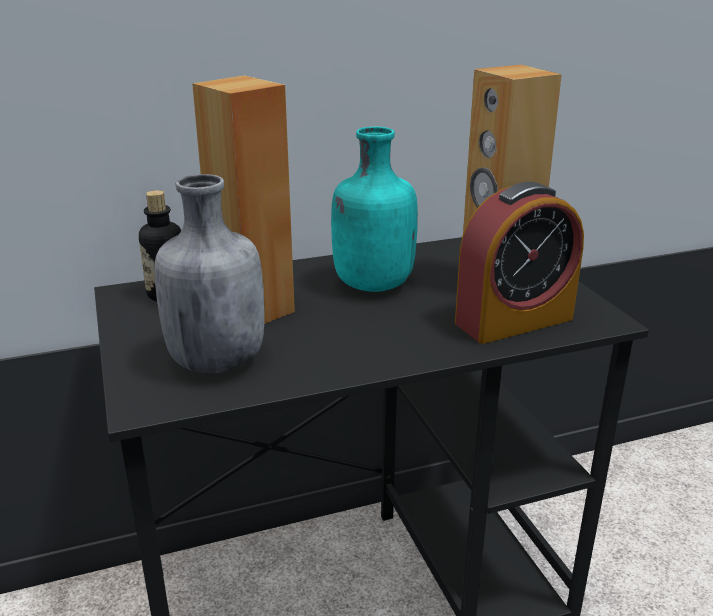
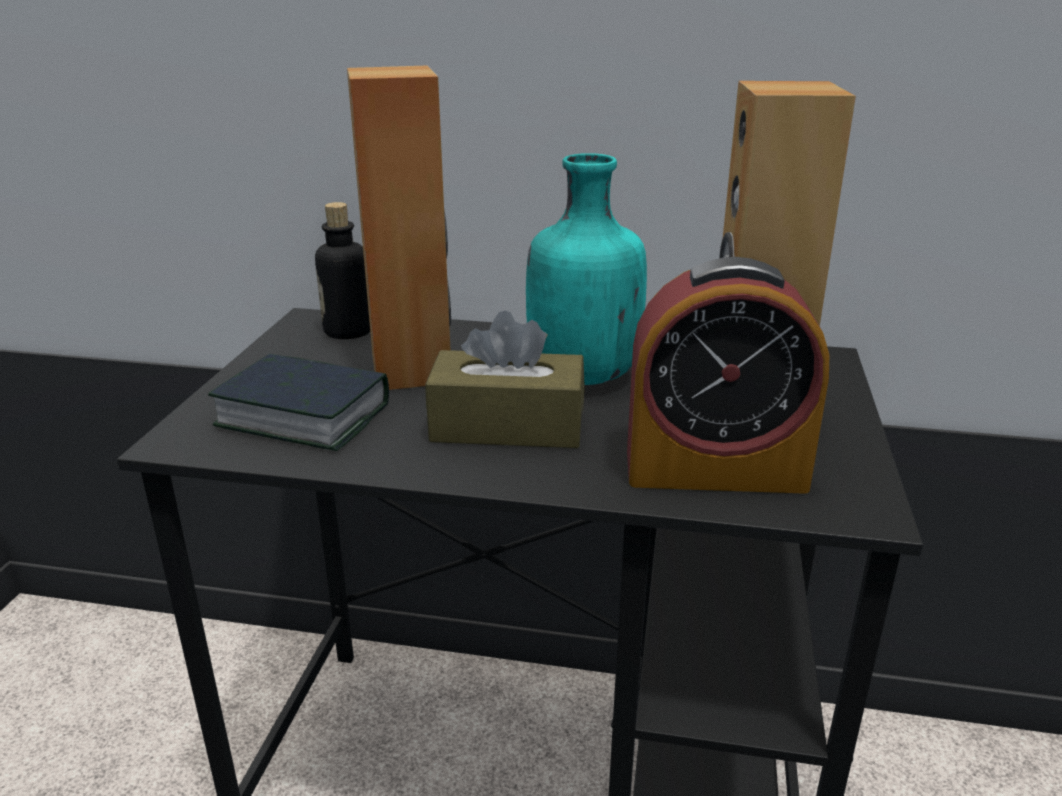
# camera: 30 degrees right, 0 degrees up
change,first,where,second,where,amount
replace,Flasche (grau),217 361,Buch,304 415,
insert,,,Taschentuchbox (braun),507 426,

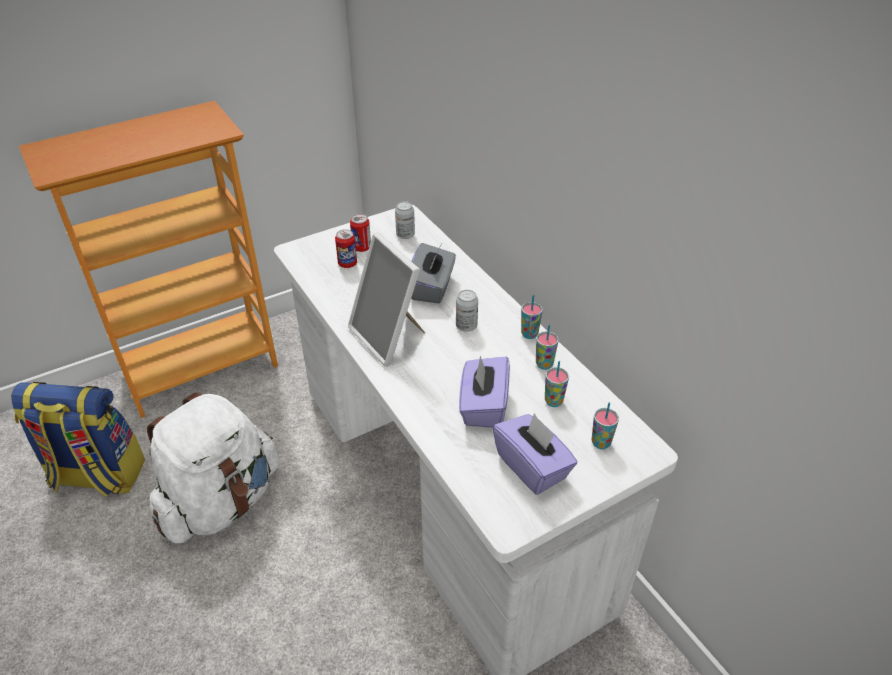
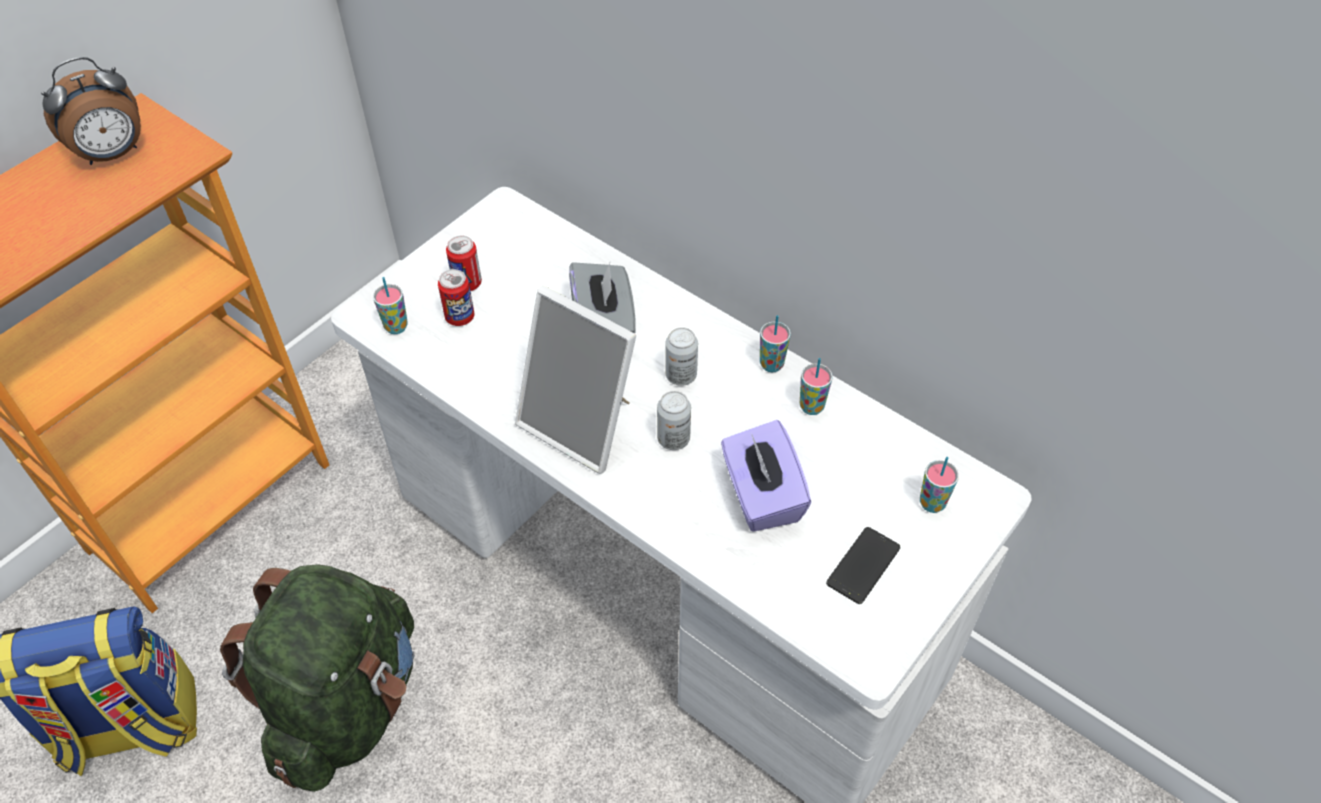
# camera: 20 degrees left, 10 degrees up
change,first,where,second,where,amount
recolor,Rucksack (weiß),221 502,Rucksack (grün),347 704,
move,Dose,405 235,,673 439,
replace,Taschentuchbox (lila),532 467,Handy,863 565,
move,Tasse,553 401,,396 327,
insert,,,Wecker,112 154,

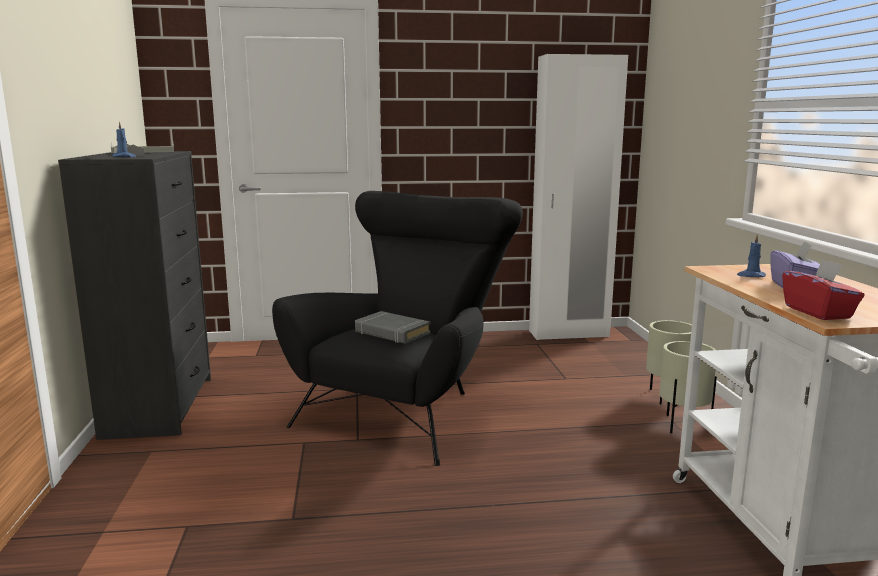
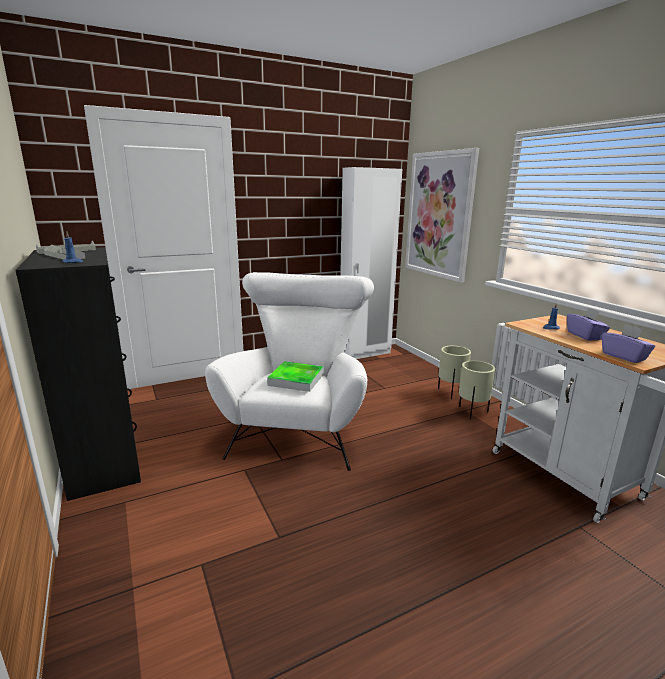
# camera: 20 degrees left, 5 degrees up
change,first,where,second,where,amount
recolor,Sessel (schwarz),405 408,Sessel (weiß),298 428,
replace,Buch (grau),392 333,Tablett,296 379,
recolor,Taschentuchbox (rot),818 312,Taschentuchbox (lila),624 356,
insert,,,Bild,439 215,

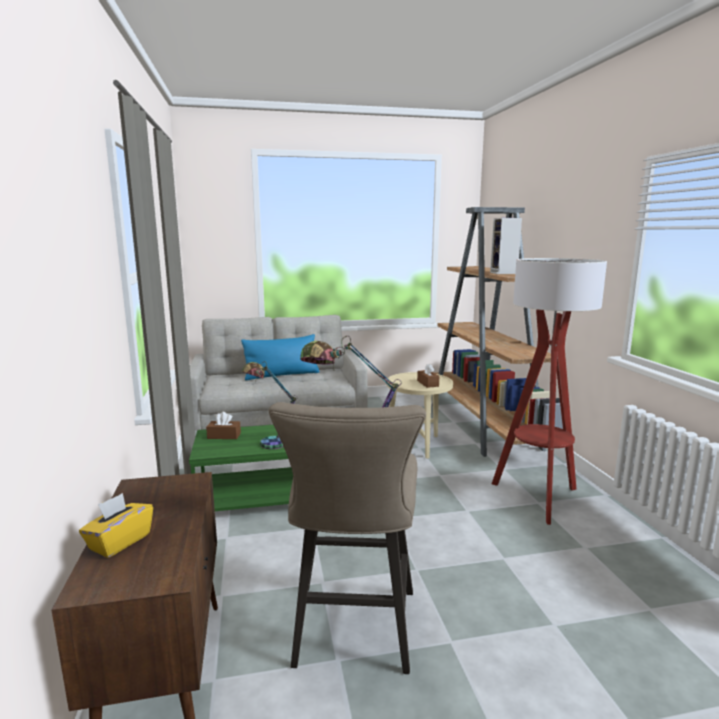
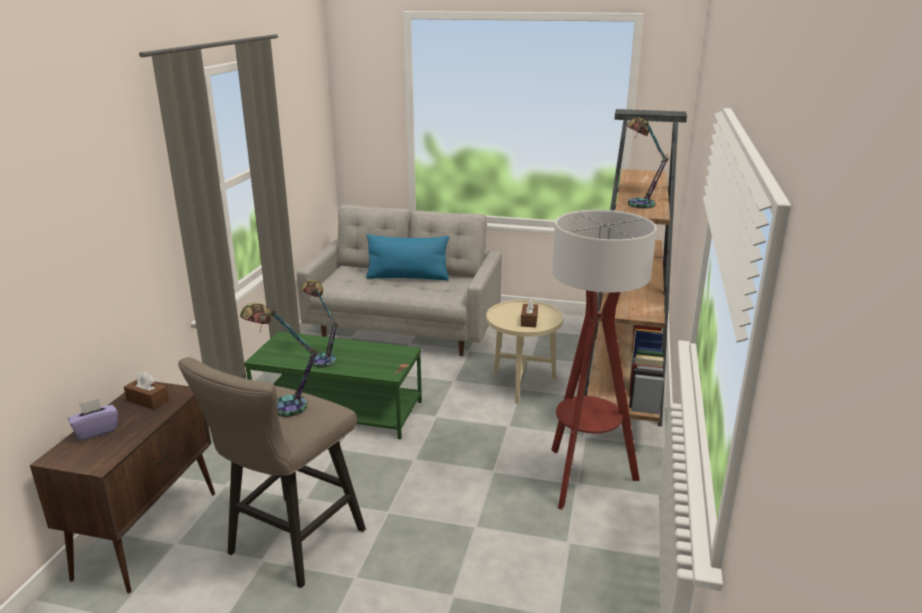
# camera: 25 degrees right, 10 degrees up
change,first,where,second,where,amount
recolor,Taschentuchbox (gelb),119 542,Taschentuchbox (lila),96 430,
move,Taschentuchbox (braun),224 436,,147 400,
replace,Lautsprecher,504 273,Tischlampe,639 202,

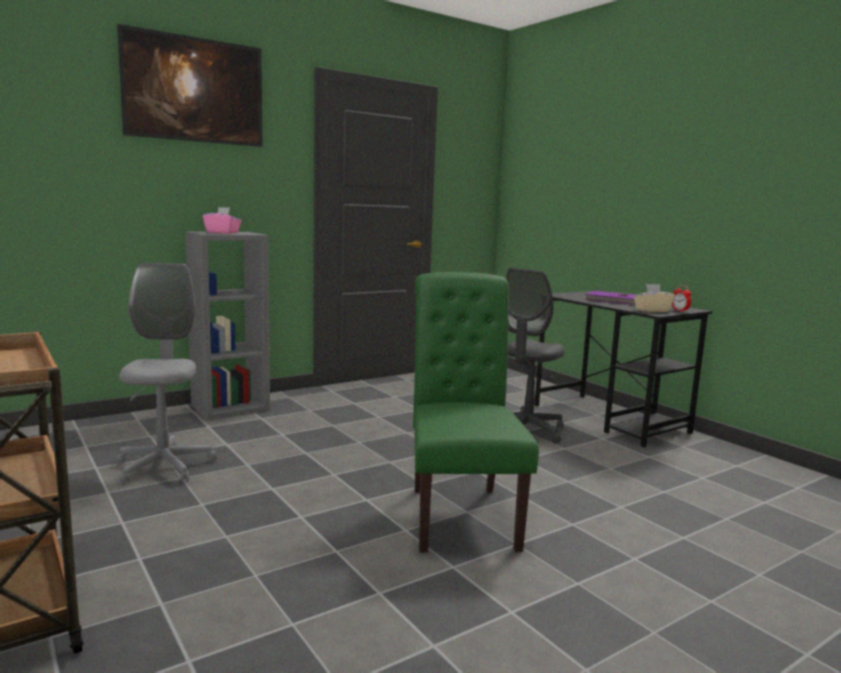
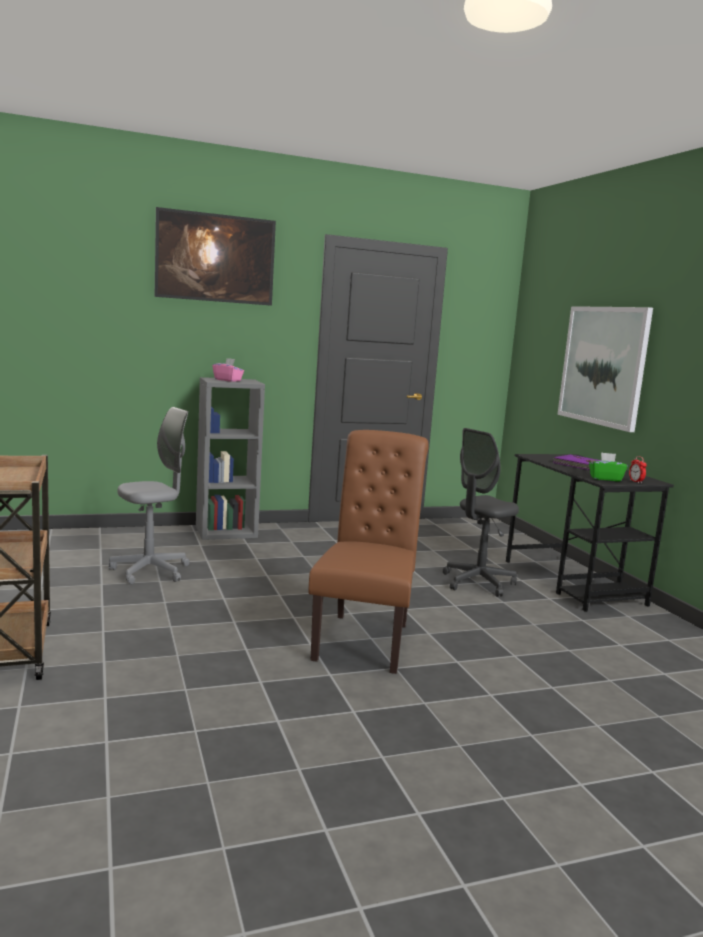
# camera: 15 degrees right, 0 degrees up
change,first,where,second,where,amount
rotate,Bürostuhl (grau),164 467,,150 571,45 degrees clockwise
recolor,Stuhl (grün),460 513,Stuhl (braun),364 638,
recolor,Taschentuchbox (beige),651 310,Taschentuchbox (grün),605 479,
insert,,,Bild,603 365,

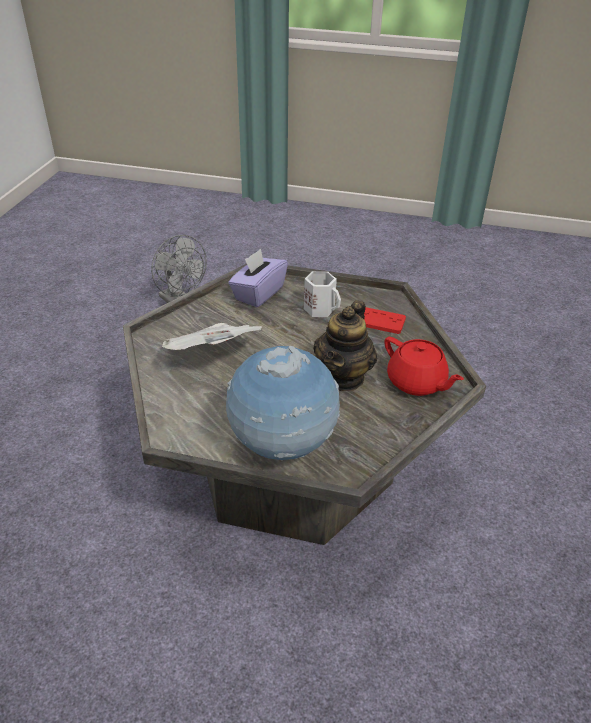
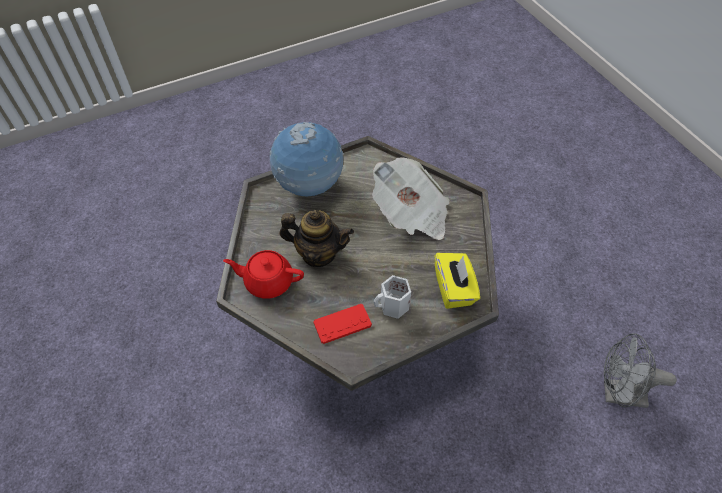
# camera: 140 degrees right, 15 degrees up
change,first,where,second,where,amount
recolor,Taschentuchbox (lila),258 293,Taschentuchbox (gelb),454 289,
rotate,Teekanne,344 377,,318 253,120 degrees clockwise

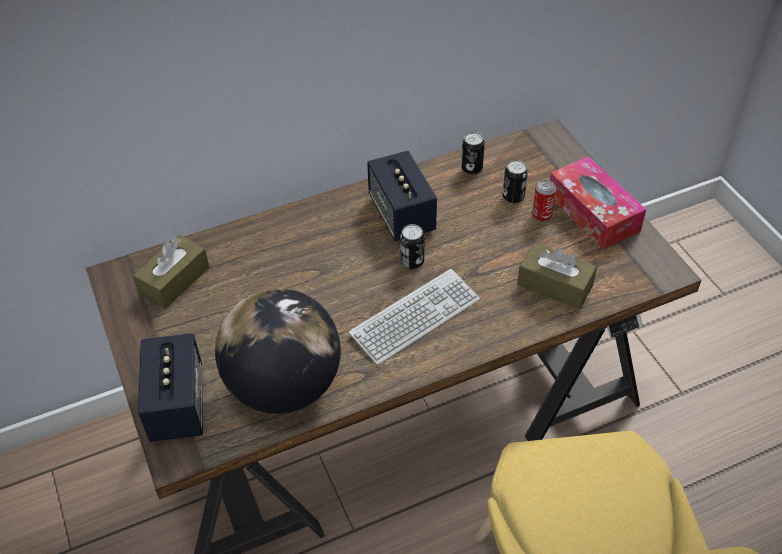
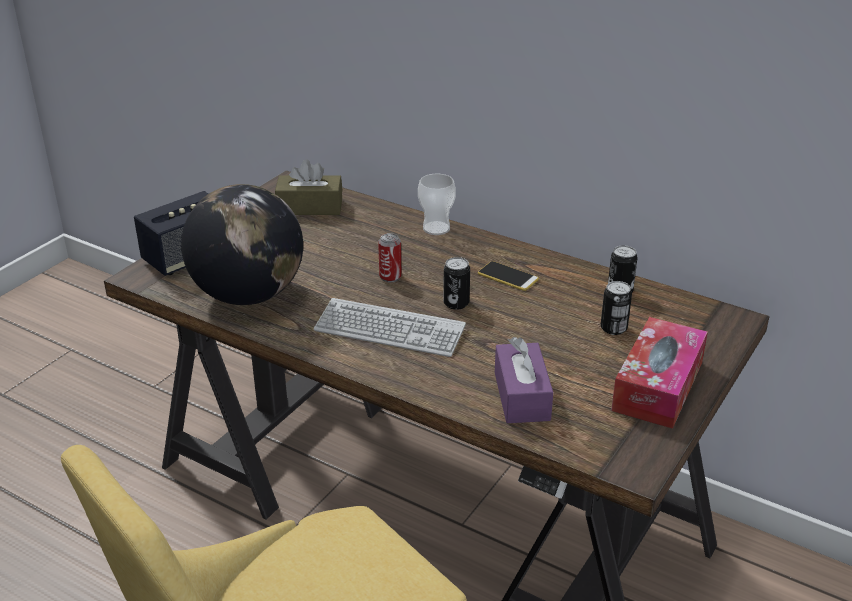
# camera: 55 degrees right, 15 degrees down
change,first,where,second,where,amount
replace,Lautsprecher,401 214,Handy,508 276,
recolor,Taschentuchbox (braun),555 285,Taschentuchbox (lila),521 396,
move,Dose,541 215,,390 277,
insert,,,Tasse,436 228,

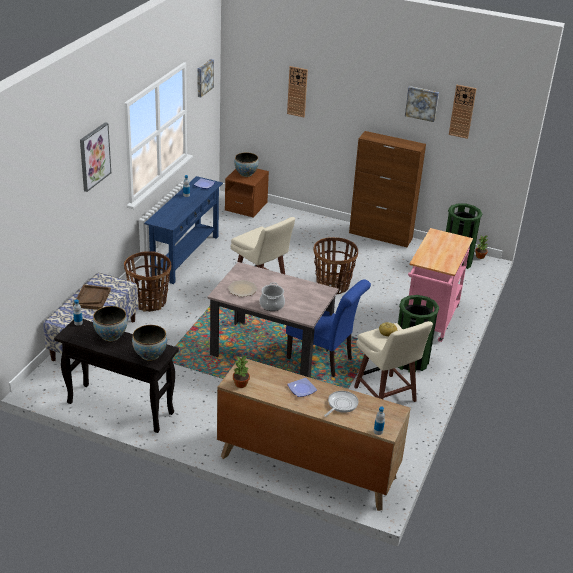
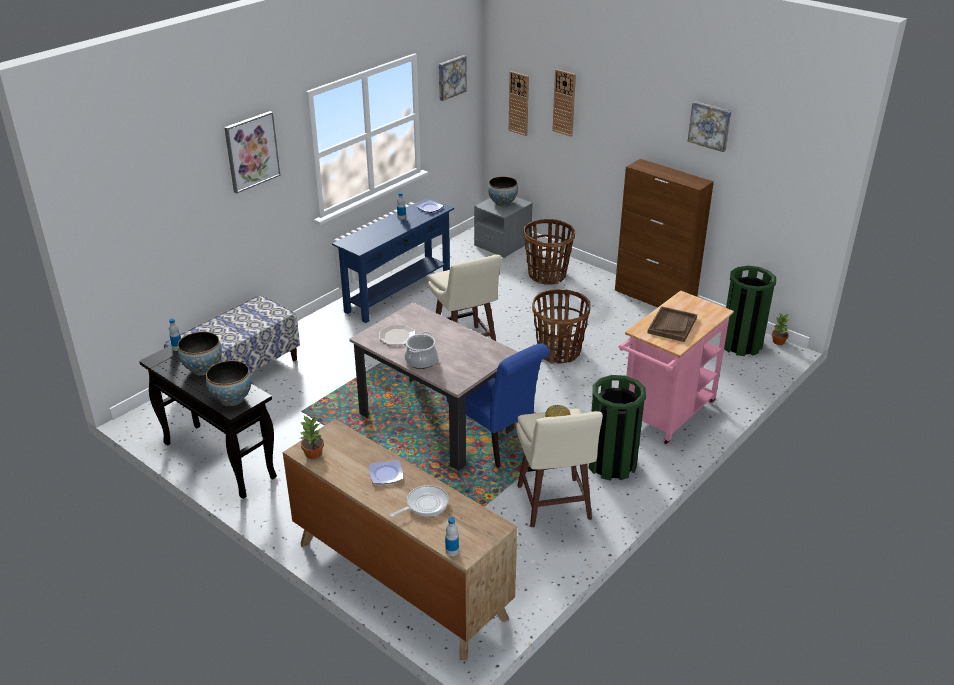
# camera: 20 degrees right, 0 degrees up
change,first,where,second,where,amount
move,Tablett (braun),92 298,,672 325,
move,Korb,149 302,,547 275,
recolor,Nachttisch (braun),246 207,Nachttisch (grau),502 244,
move,Wanduhr,462 111,,519 103,

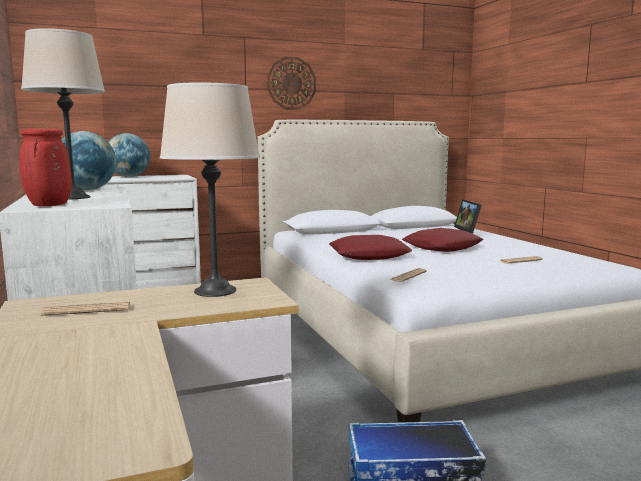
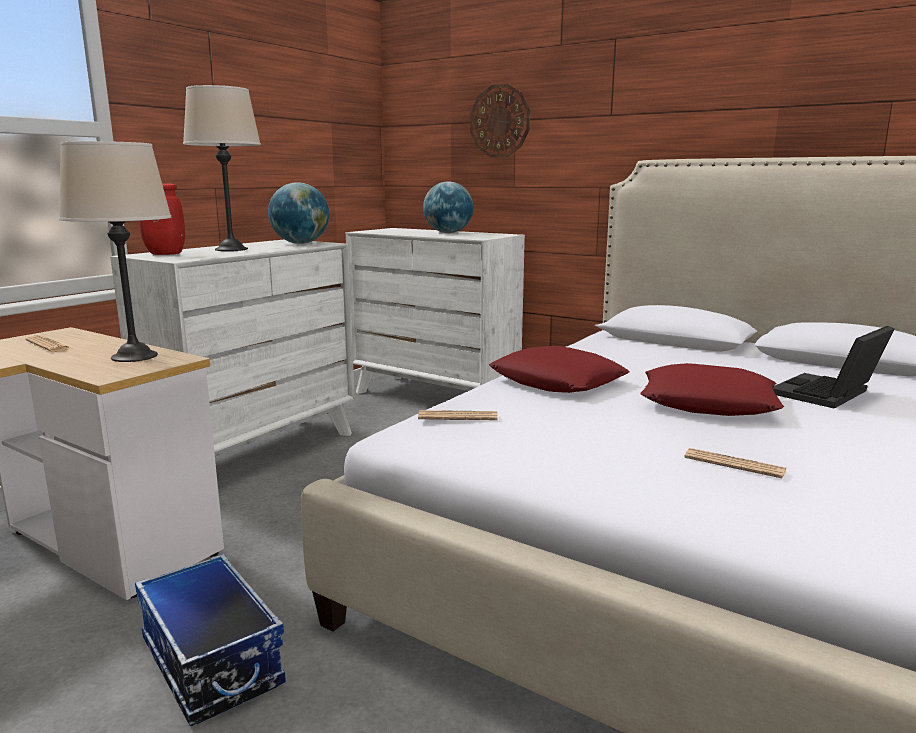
# camera: 55 degrees right, 5 degrees up
change,first,where,second,where,amount
move,Wanduhr,291 83,,500 121,

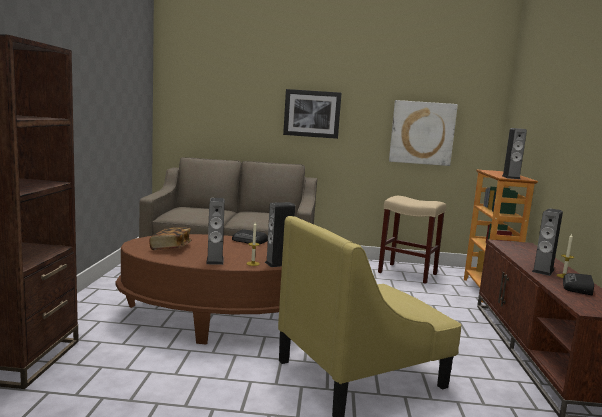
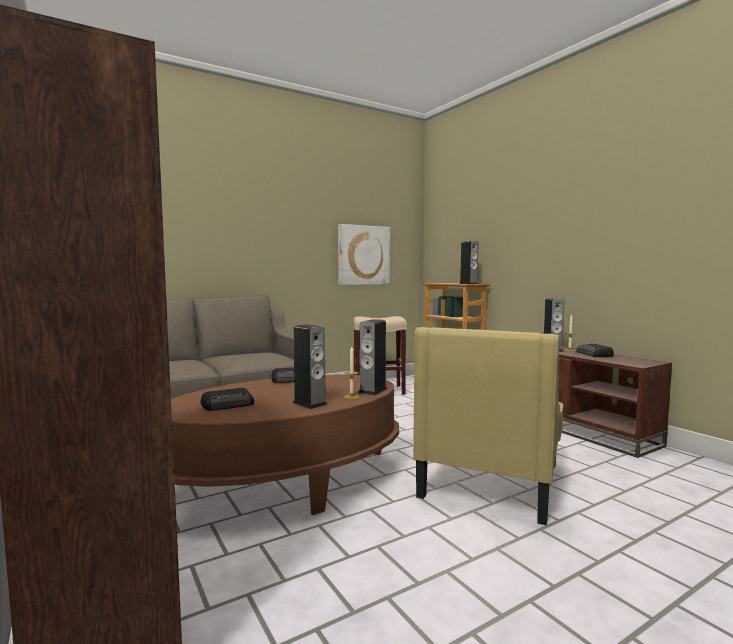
# camera: 35 degrees left, 5 degrees down
change,first,where,second,where,amount
replace,Buch,171 248,Radio,229 404,
delete,Bild,312 114,,,

